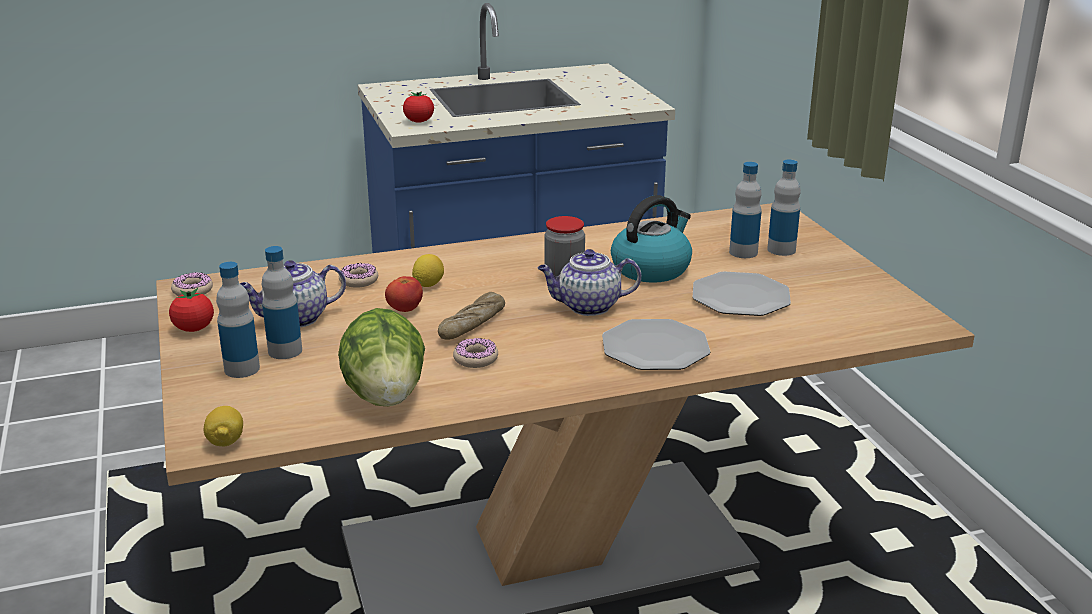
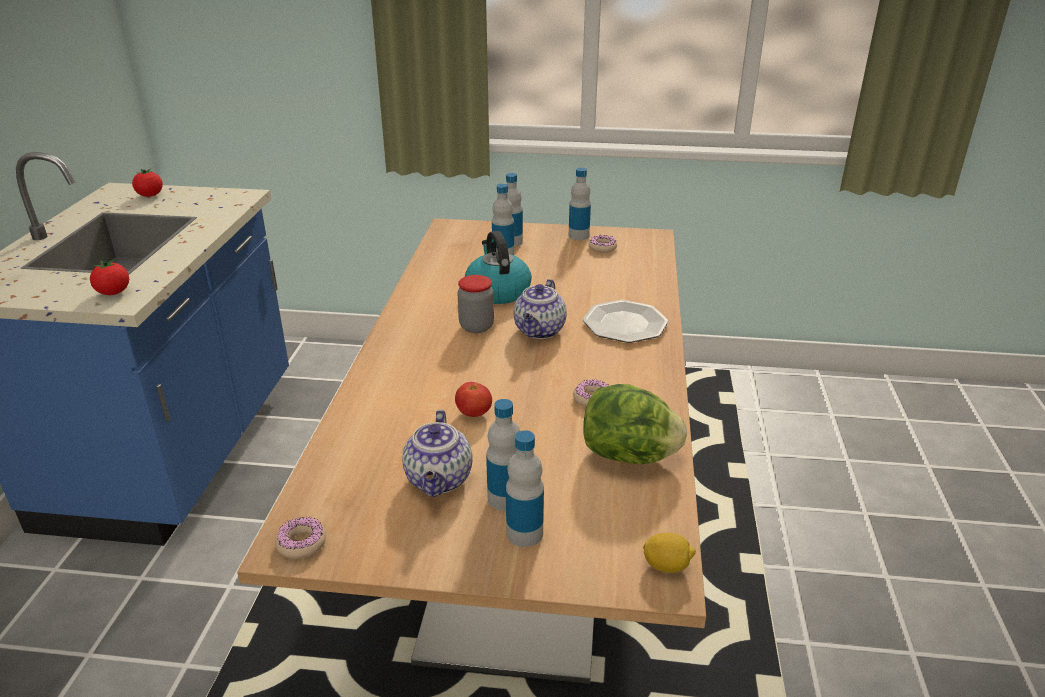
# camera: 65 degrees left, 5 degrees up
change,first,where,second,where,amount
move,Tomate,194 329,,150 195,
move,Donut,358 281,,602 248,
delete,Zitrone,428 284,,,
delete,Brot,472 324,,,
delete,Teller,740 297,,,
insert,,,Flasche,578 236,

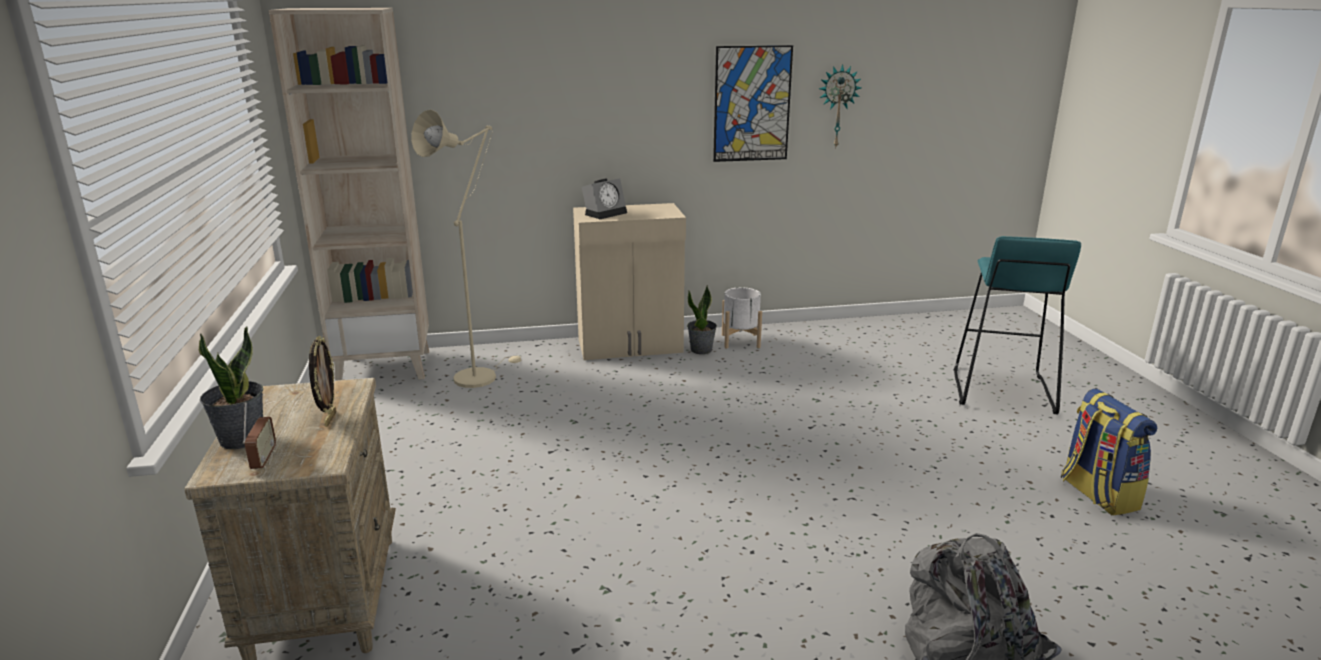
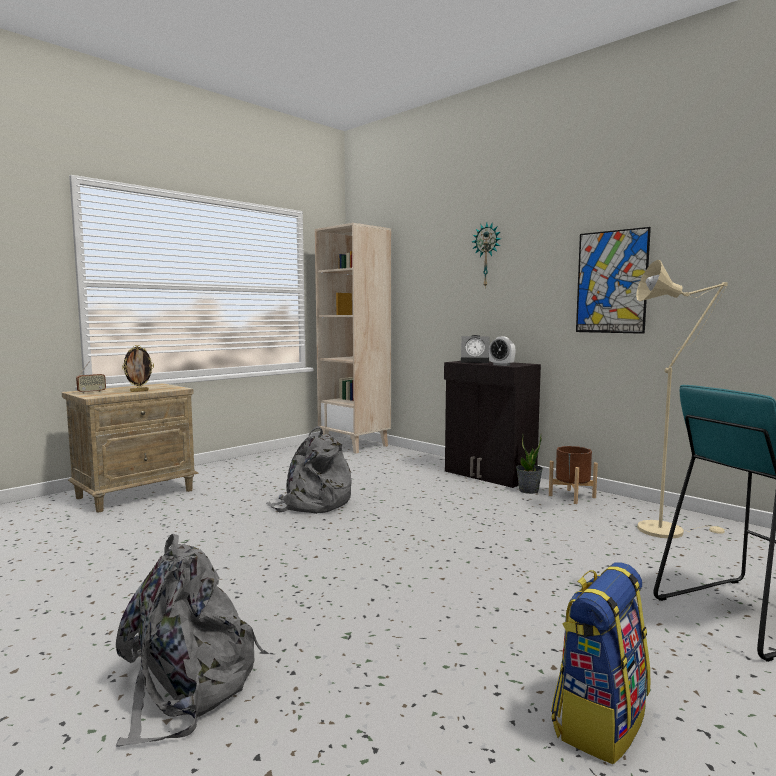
# camera: 55 degrees right, 15 degrees down
change,first,where,second,where,amount
delete,Topfpflanze,241 438,,,
move,Stehlampe (beige),480 375,,668 529,
recolor,Schrank (beige),631 346,Schrank (schwarz),489 475,
recolor,Pflanzkübel (weiß),740 341,Pflanzkübel (braun),571 496,
move,Wanduhr,837 106,,487 255,
insert,,,Rucksack (grau),313 504,
insert,,,Wecker,501 365,

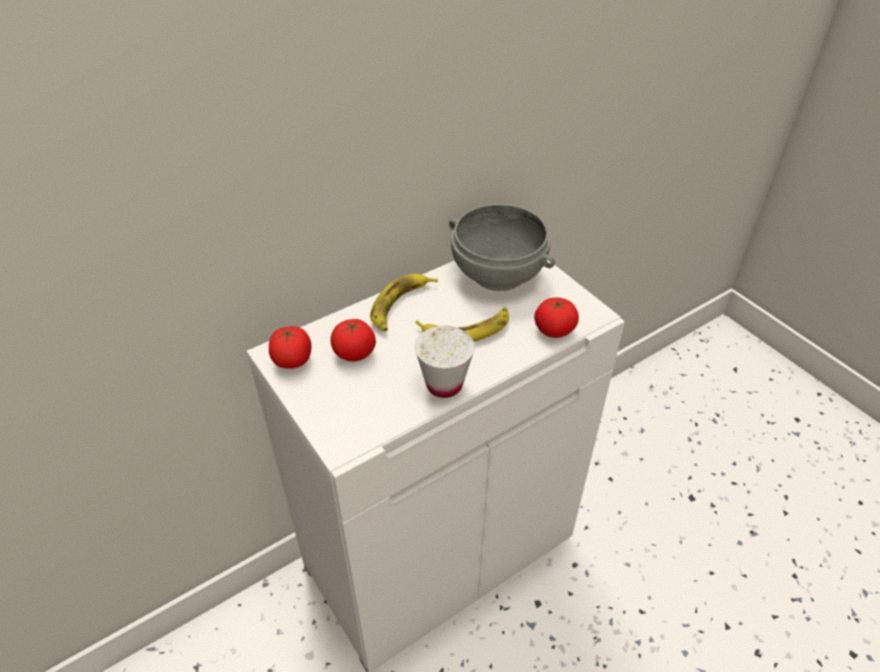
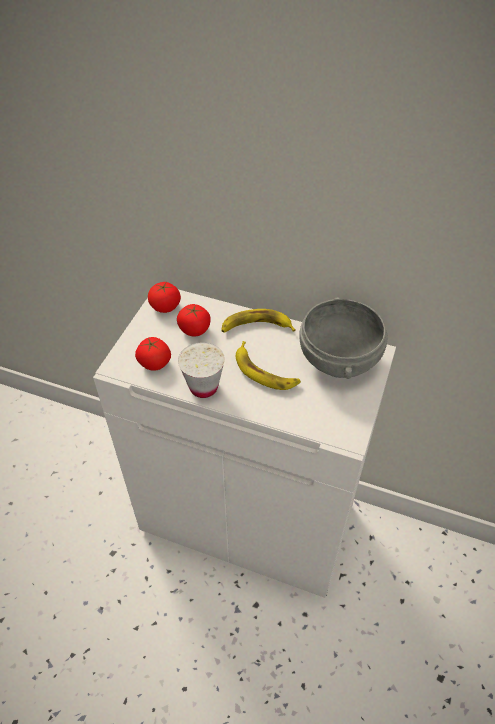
# camera: 55 degrees right, 5 degrees up
change,first,where,second,where,amount
move,Tomate,554 330,,155 363,

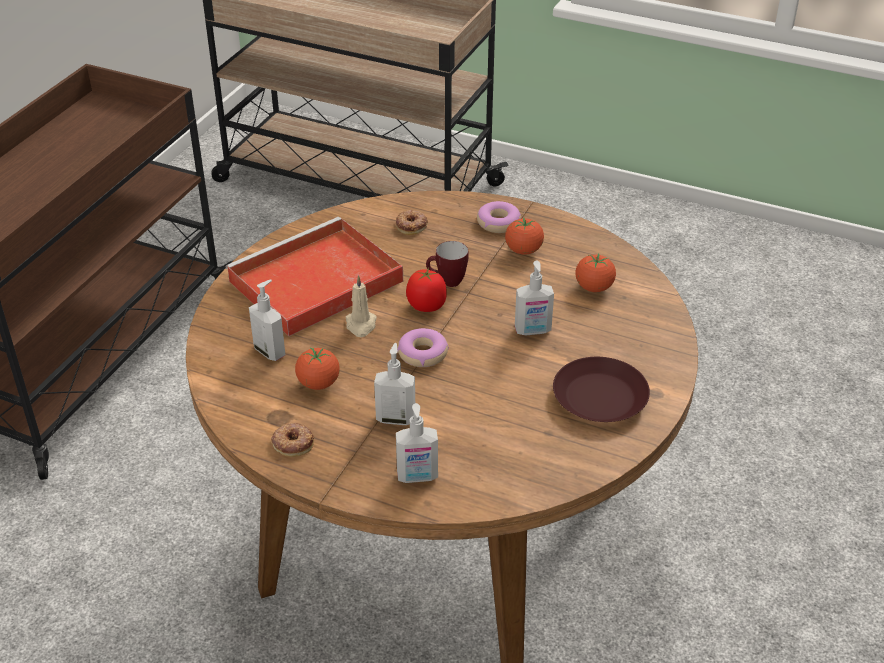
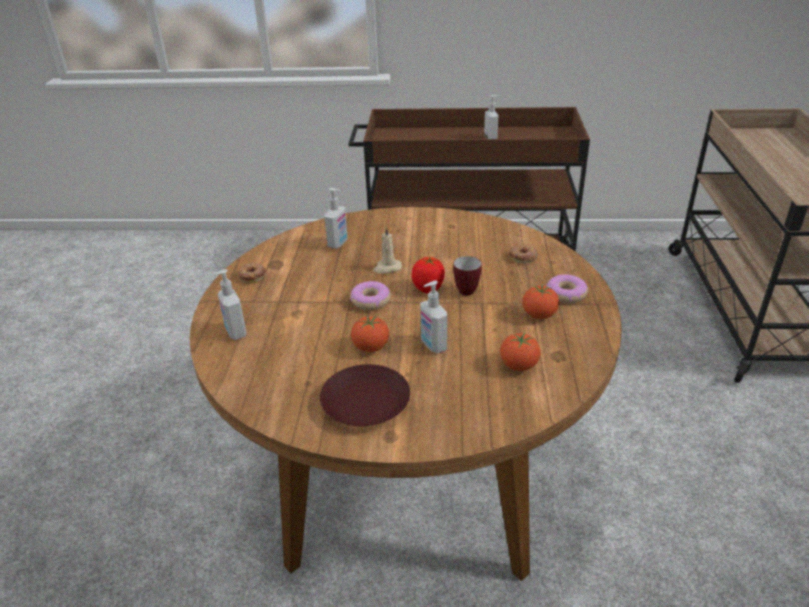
# camera: 70 degrees right, 5 degrees down
change,first,where,second,where,amount
delete,Tablett (rot),313 283,,,
move,Tomate,318 383,,371 347,
move,Seifenspender,396 418,,491 138,

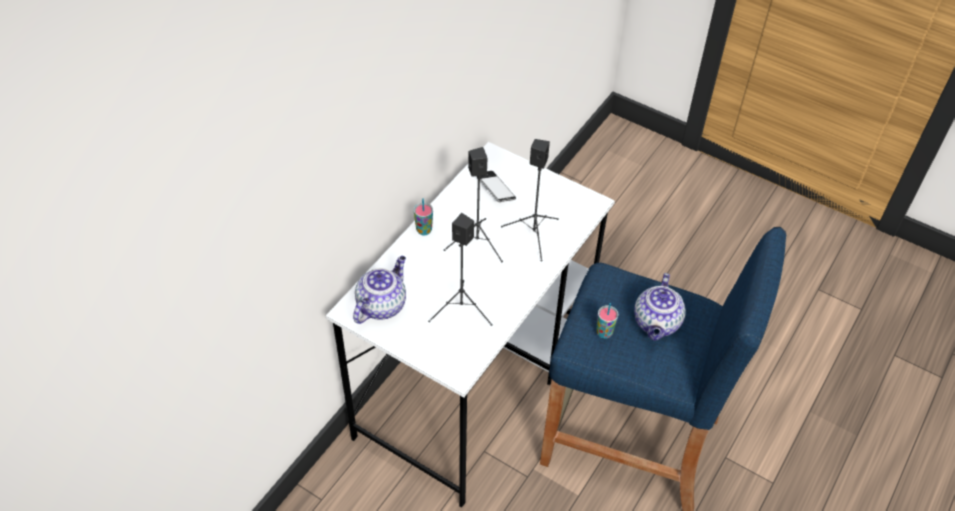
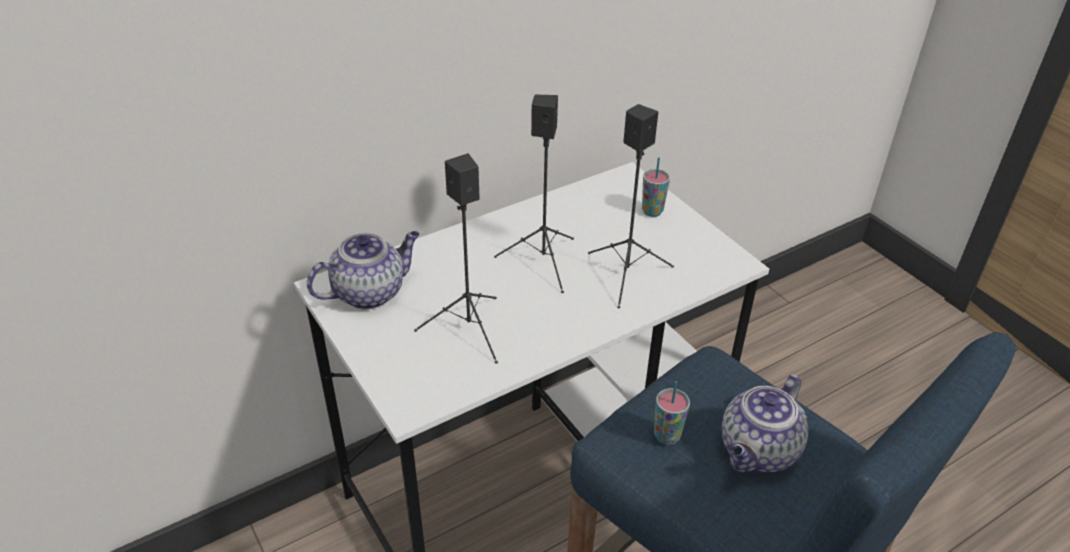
# camera: 25 degrees right, 10 degrees down
change,first,where,second,where,amount
move,Tasse,424 230,,652 211,
delete,Handy,495 189,,,

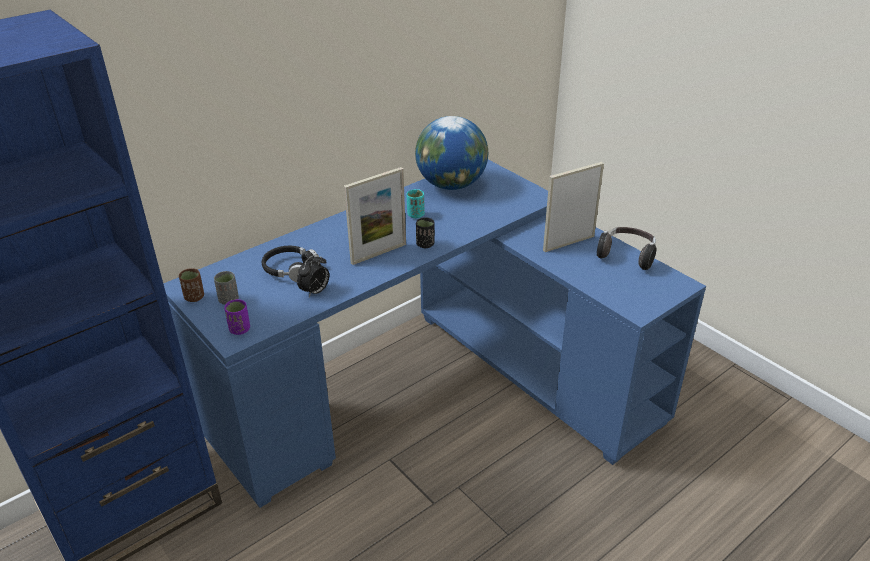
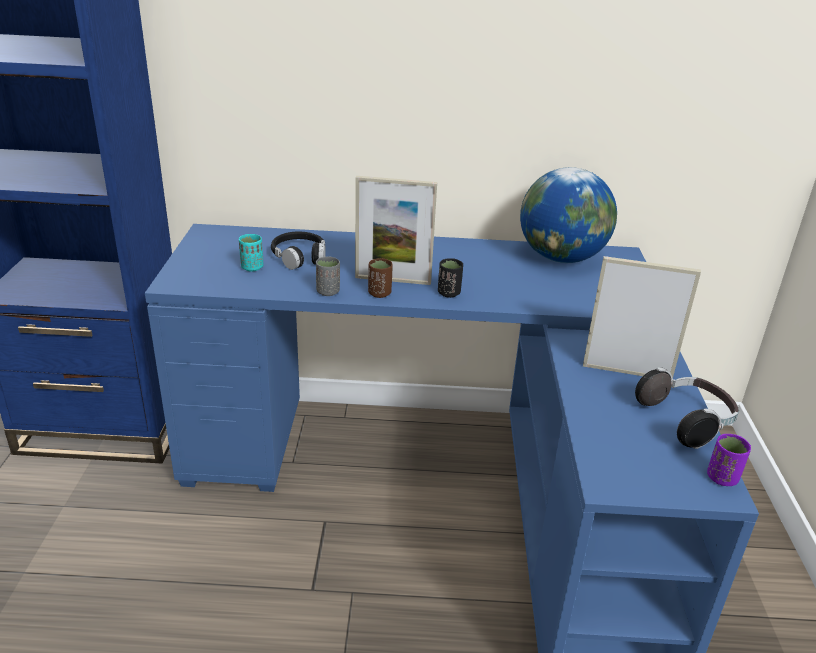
# camera: 40 degrees right, 5 degrees down
change,first,where,second,where,amount
move,Tasse (braun),194 297,,379 293,
move,Tasse (grau),229 300,,328 292,
move,Tasse (lila),240 329,,722 478,
delete,Wecker,315 292,,,
move,Tasse (türkis),415 215,,252 267,

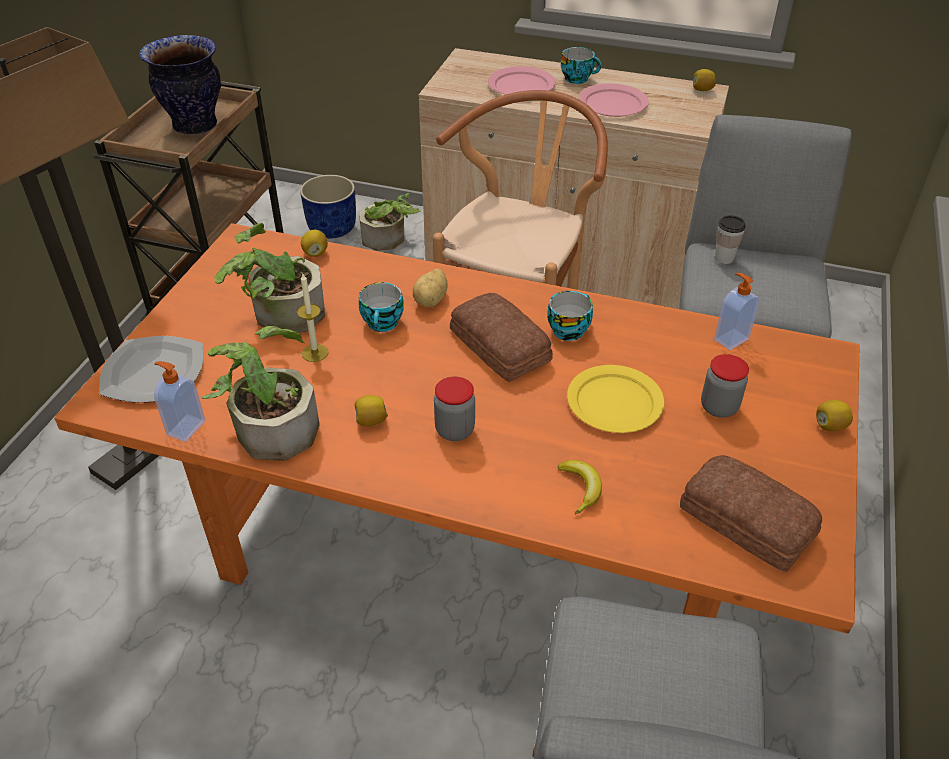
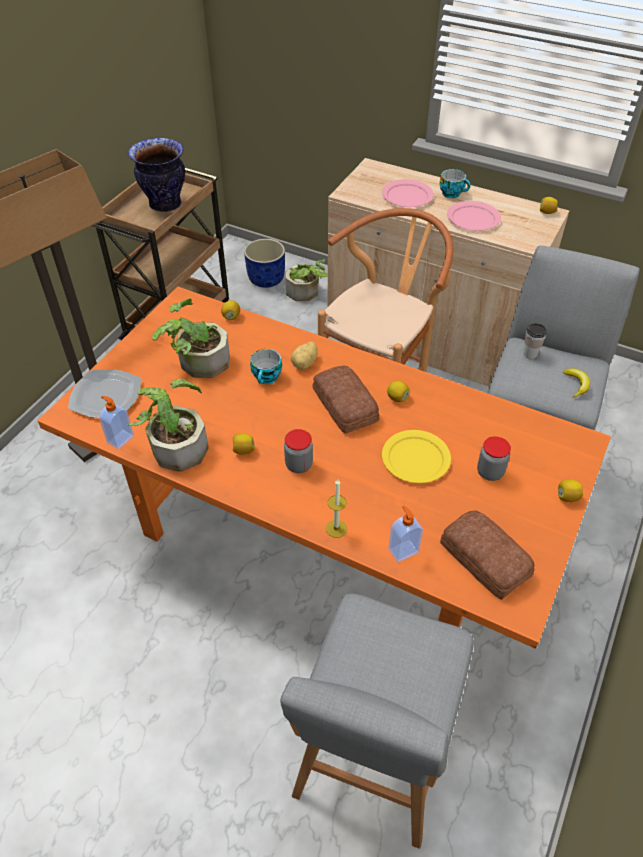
# camera: 10 degrees right, 5 degrees up
change,first,where,second,where,amount
move,Kerze,315 353,,336 528,
replace,Tasse,568 329,Zitrone,397 398,
move,Banane,580 488,,576 385,
move,Seifenspender,730 339,,402 550,

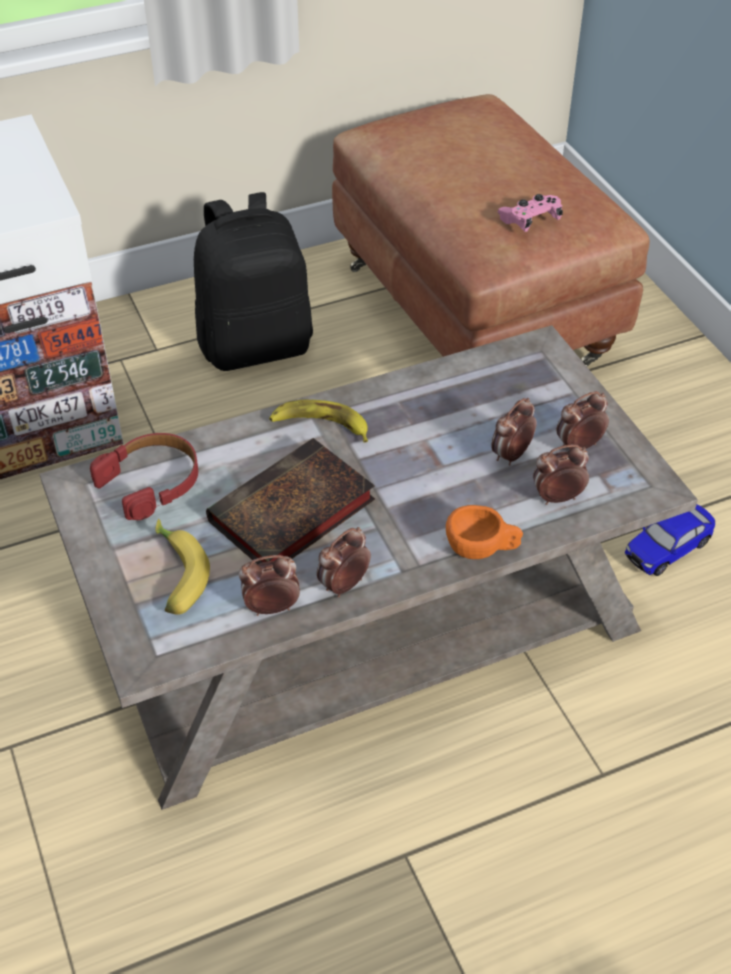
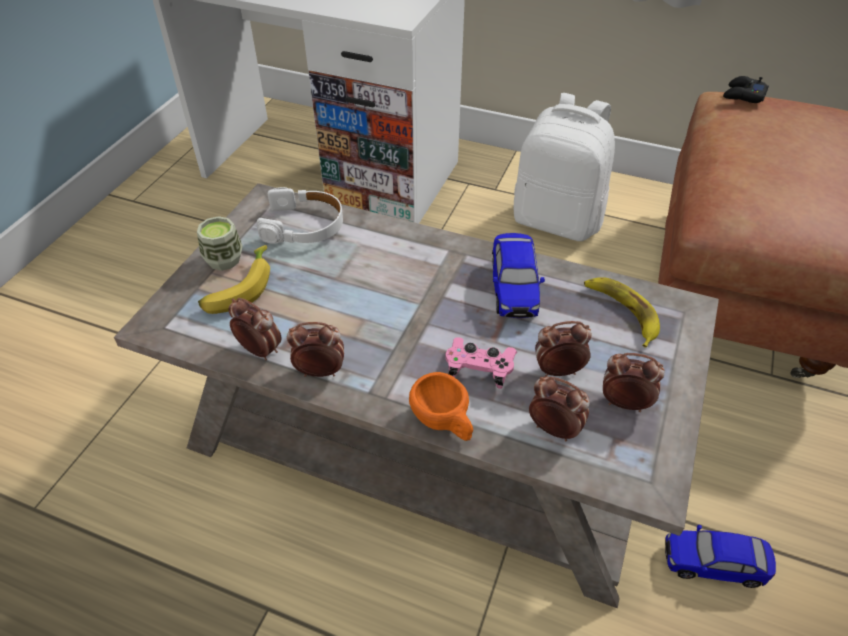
# camera: 45 degrees right, 0 degrees up
change,first,where,second,where,amount
recolor,Kopfhörer (rot),151 482,Kopfhörer (weiß),304 225,
recolor,Rucksack (schwarz),256 345,Rucksack (weiß),557 220,
delete,Buch,290 514,,,
move,Banane,320 425,,621 312,
move,Gamepad (rosa),530 220,,479 369,
insert,,,Tasse,224 260,
insert,,,Spielzeugauto,514 289,
insert,,,Gamepad (schwarz),743 95,

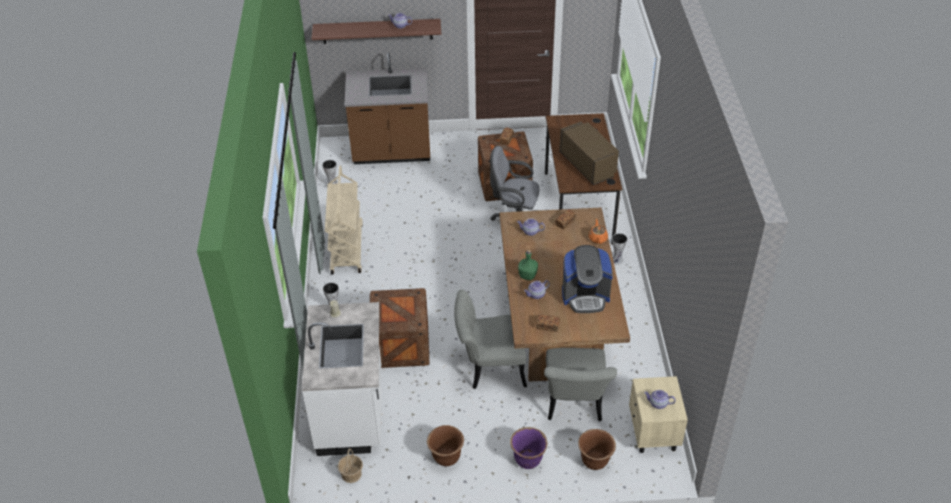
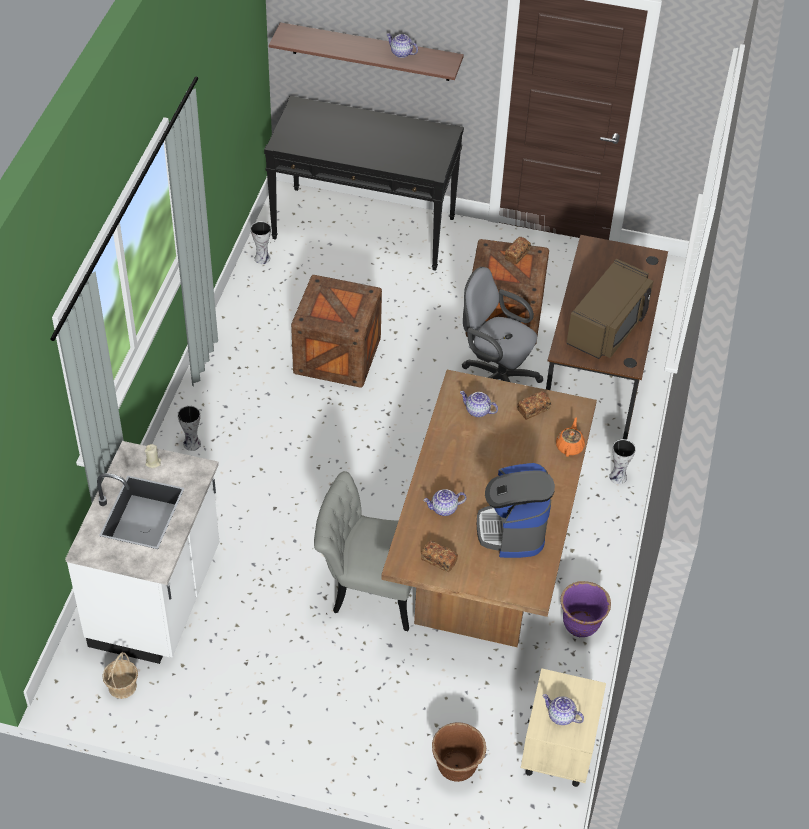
# camera: 15 degrees right, 5 degrees up
change,first,where,second,where,amount
delete,Rollwagen (beige),346 248,,,
replace,Küchenzeile (braun),392 152,Konsolentisch (schwarz),364 228,
move,Kiste,401 346,,337 356,
delete,Pflanzkübel (braun),446 458,,,
move,Pflanzkübel (lila),527 460,,580 625,
delete,Flasche (grün),527 276,,,
delete,Stuhl (grau),574 405,,,
rotate,Mikrowelle (braun),588 164,,608 327,45 degrees clockwise
rotate,Kaffeemaschine,585 296,,512 530,75 degrees clockwise

